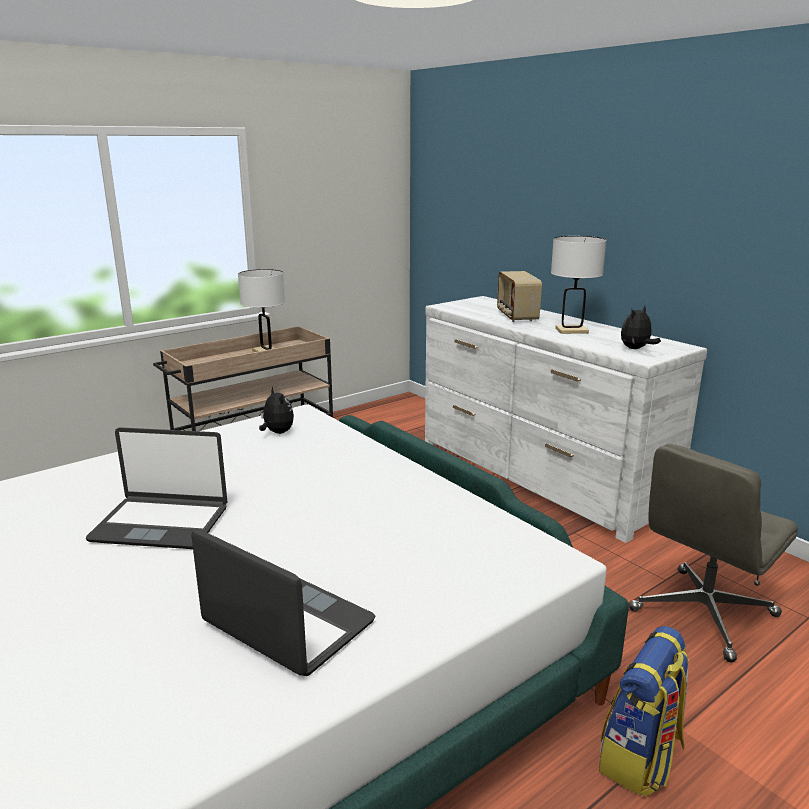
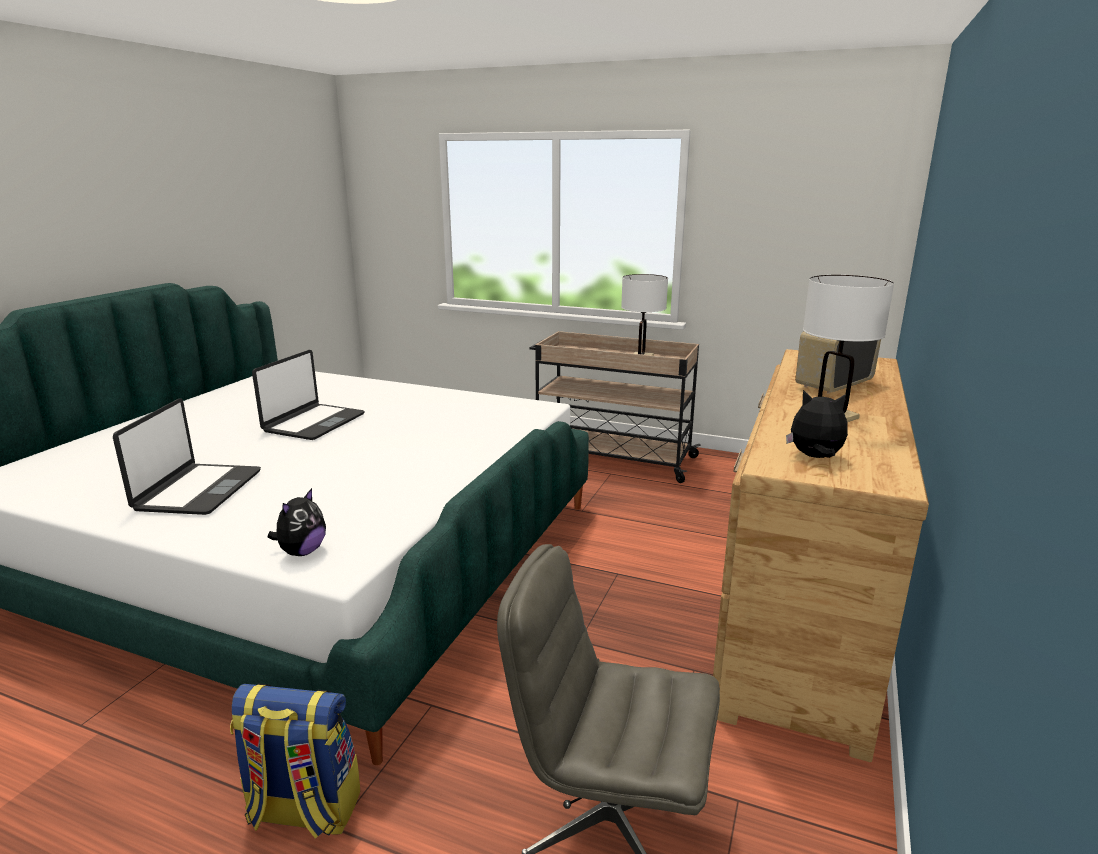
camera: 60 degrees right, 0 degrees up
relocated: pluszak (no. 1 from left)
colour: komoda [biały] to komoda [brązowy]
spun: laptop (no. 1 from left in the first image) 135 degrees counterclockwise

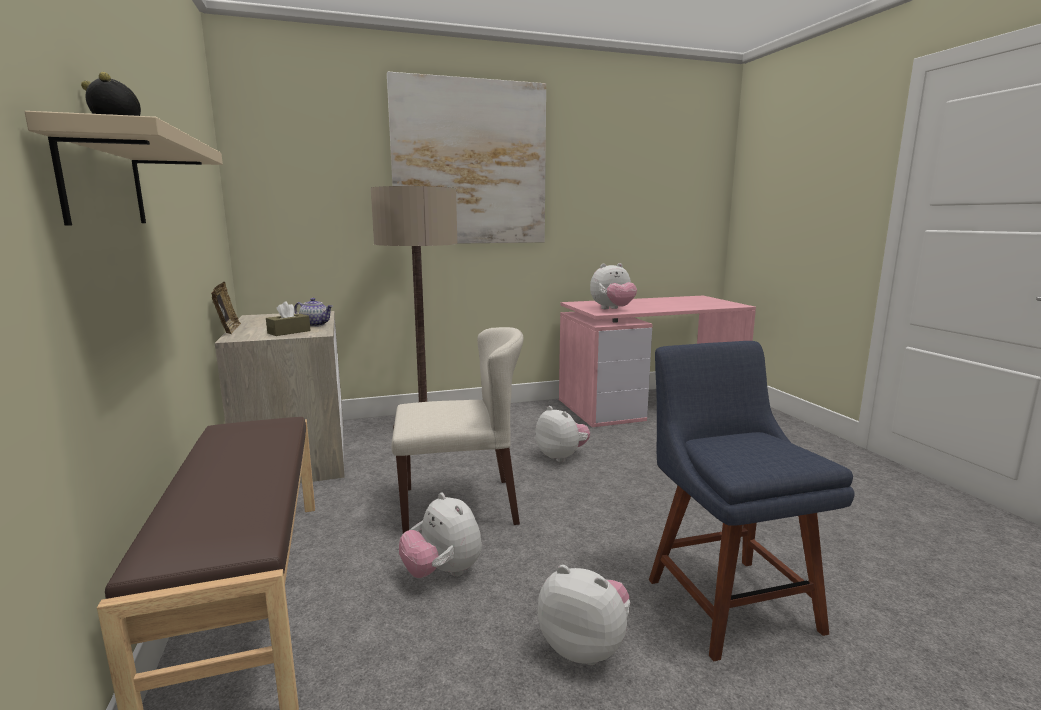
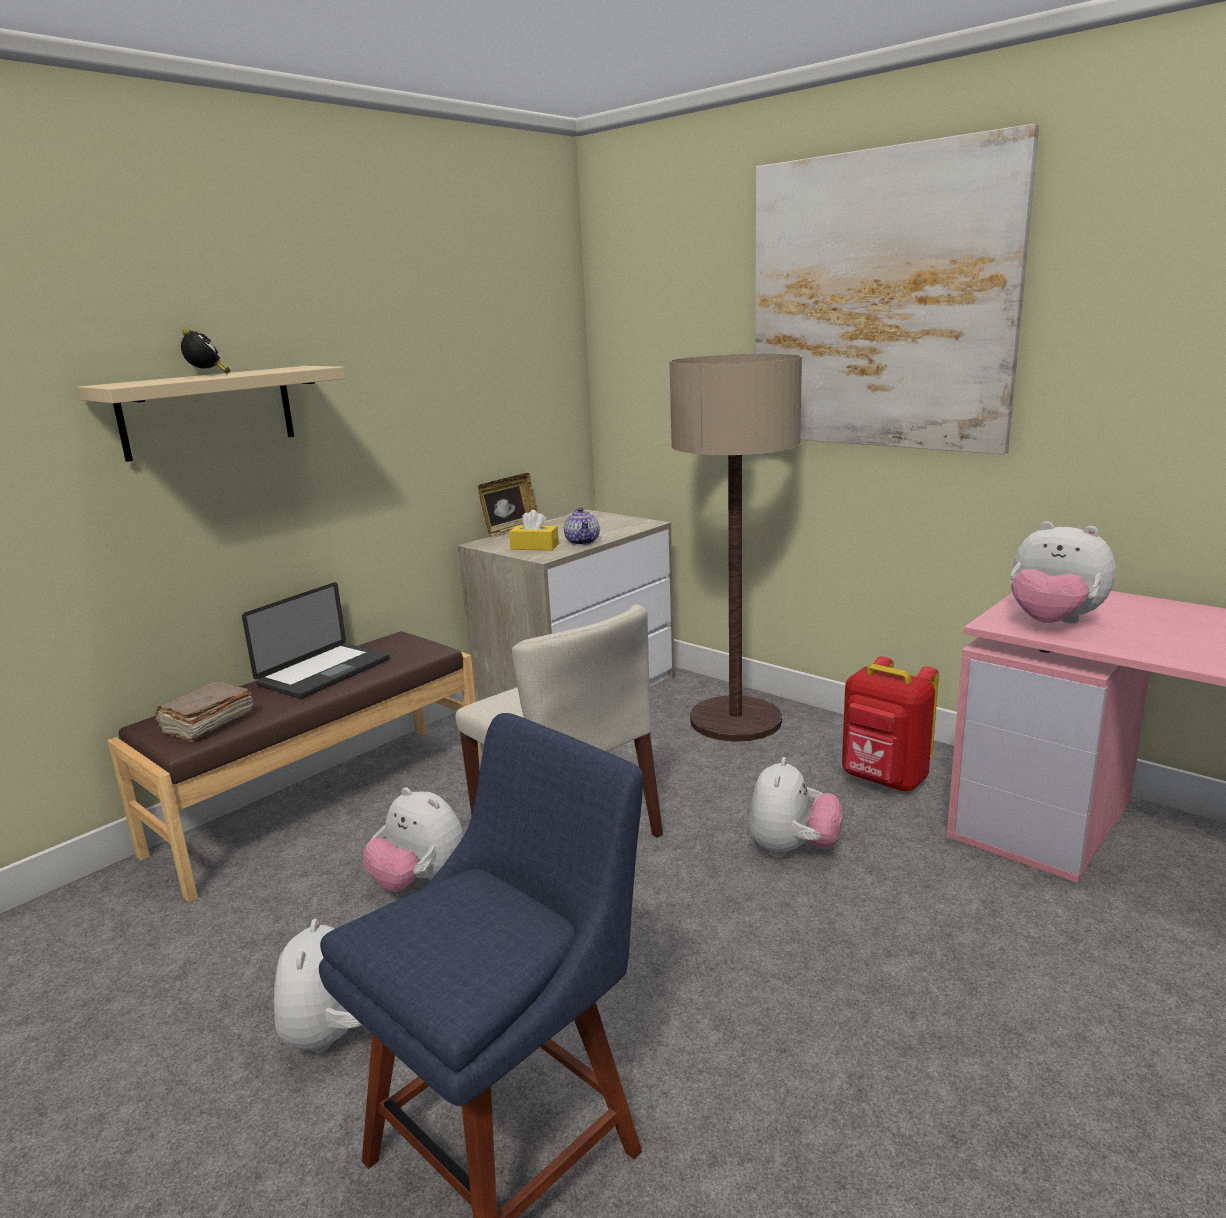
camera: 60 degrees right, 5 degrees up
appeared: książka [brązowy]; laptop; plecak [czerwony]
colour: pudełko chusteczek [brązowy] to pudełko chusteczek [żółty]
spun: pluszak (no. 1 from left in the first image) 75 degrees counterclockwise

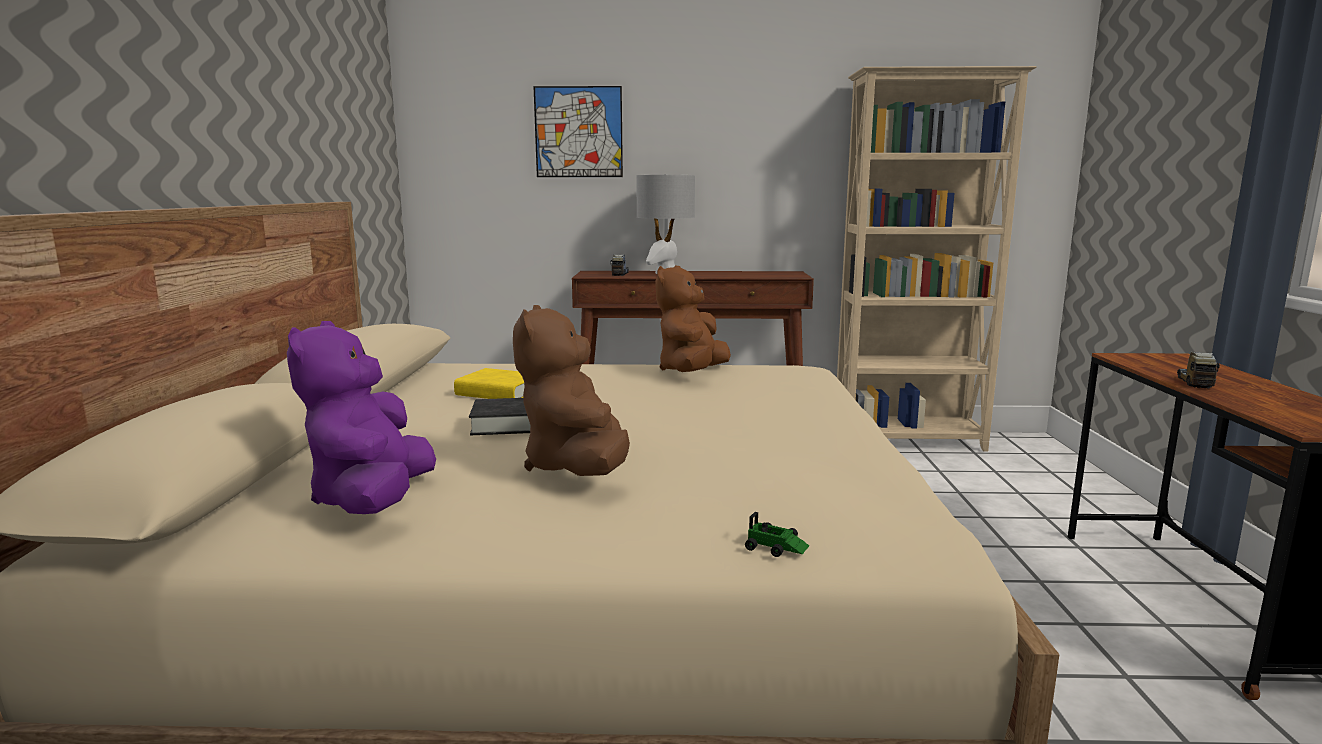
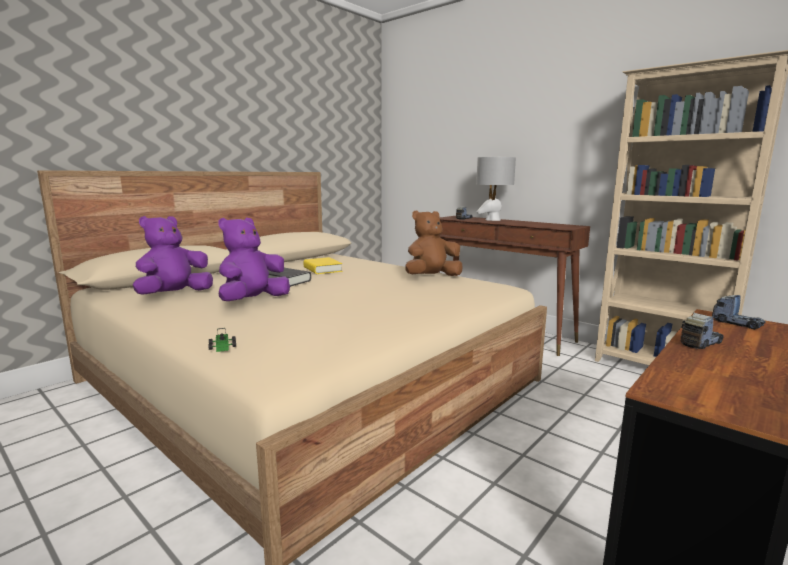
camera: 40 degrees right, 0 degrees up
missing: obraz
appeared: ciężarówka zabawkowa (no. 3 from left)
colour: pluszak [brązowy] (no. 1 from left) to pluszak [fioletowy] (no. 2 from left)

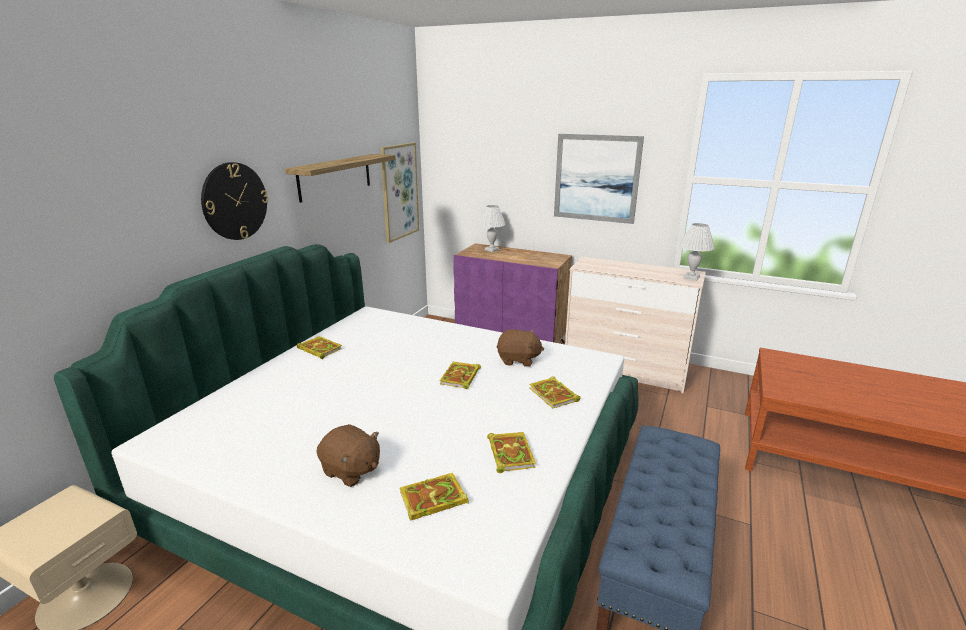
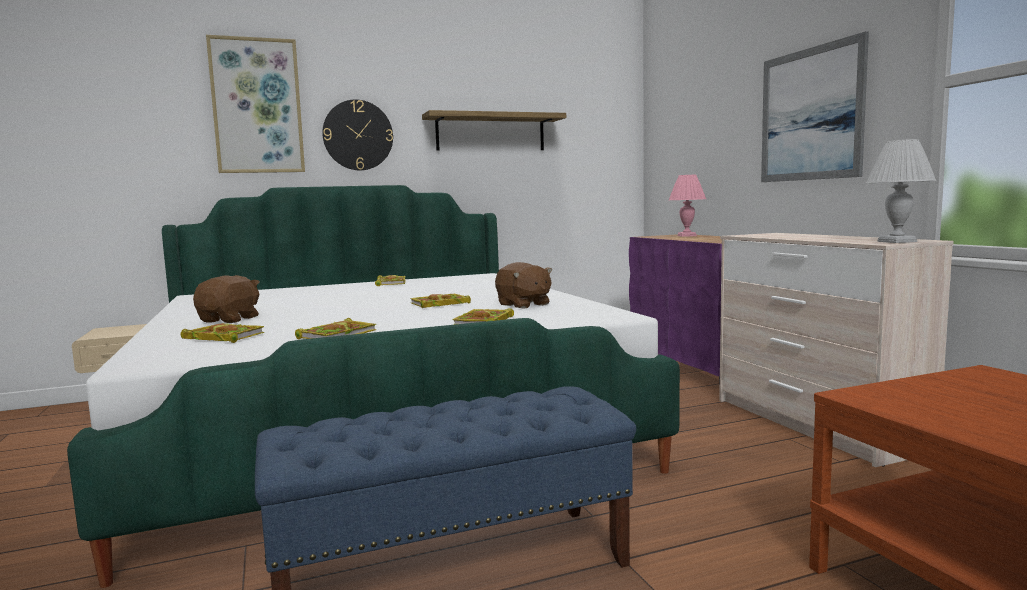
camera: 45 degrees right, 15 degrees down
relocated: obraz (no. 1 from left)
colour: lampa stołowa [biały] (no. 1 from left) to lampa stołowa [różowy]
spun: pluszak [brązowy] (no. 1 from left) 150 degrees counterclockwise

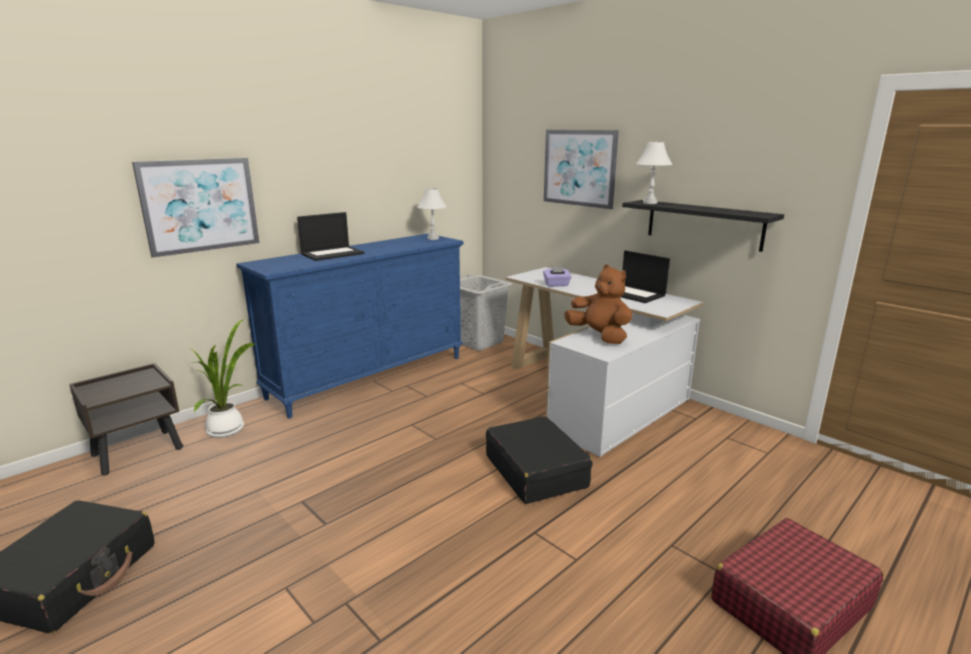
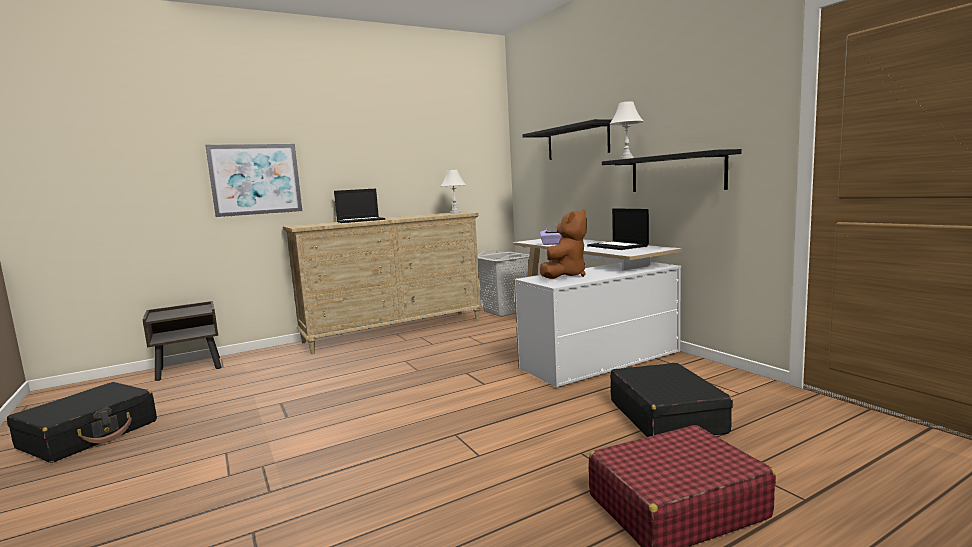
camera: 15 degrees right, 10 degrees down
missing: roślina doniczkowa
relocated: walizka [czarny] (no. 2 from left)
exchanged: obraz (no. 2 from left) to półka [czarny] (no. 1 from left)
colour: komoda [niebieski] to komoda [beżowy]
spun: pluszak [brązowy] 60 degrees clockwise

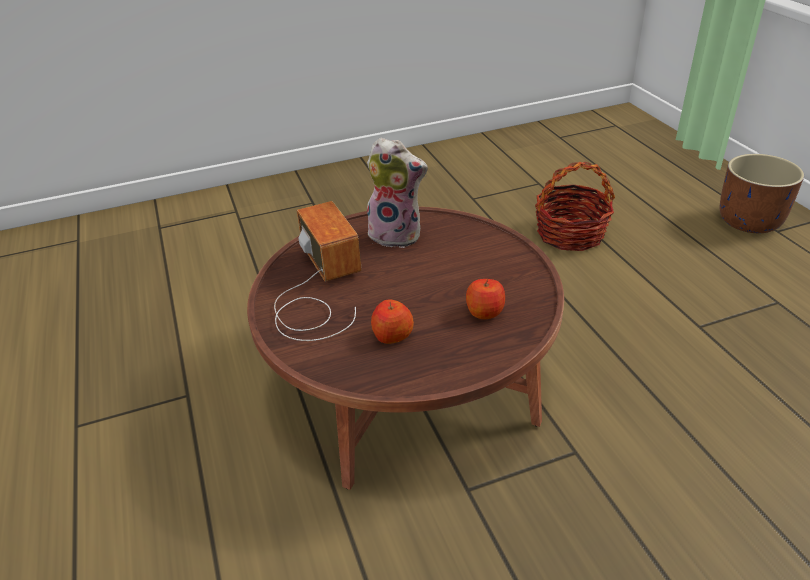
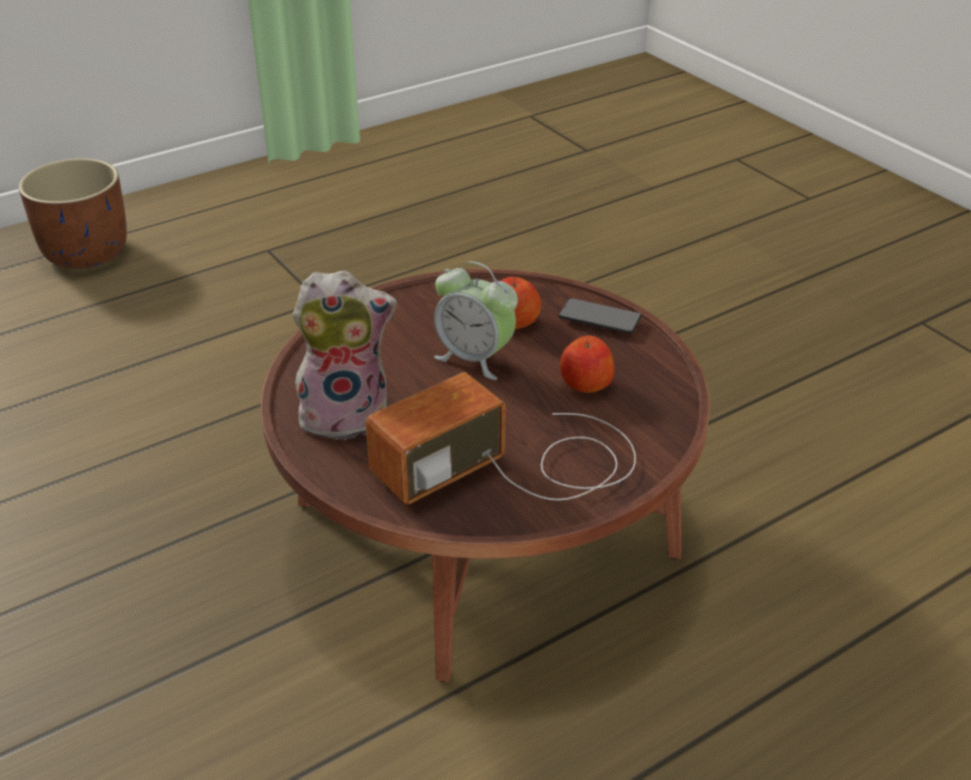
camera: 105 degrees left, 0 degrees up
missing: koszyk
appeared: budzik; telefon
spun: pluszak 75 degrees clockwise

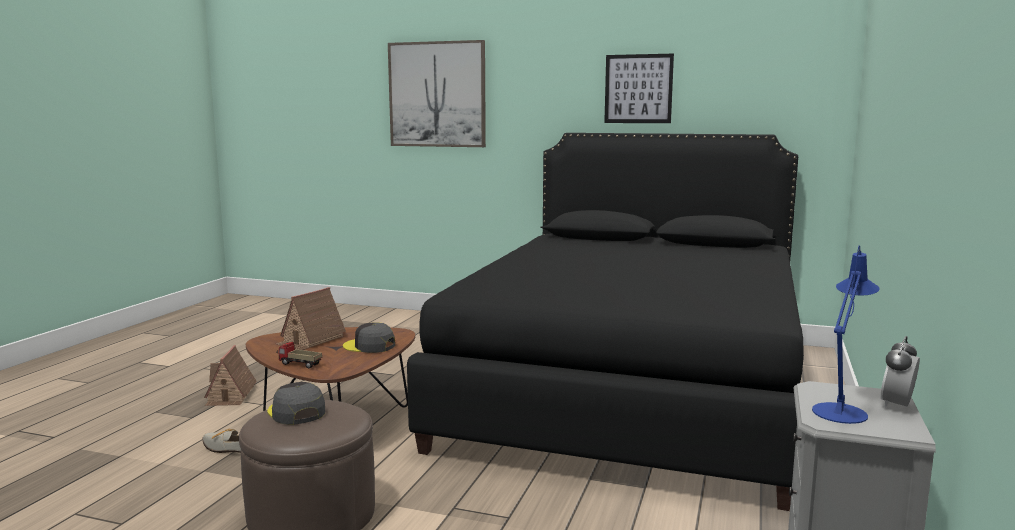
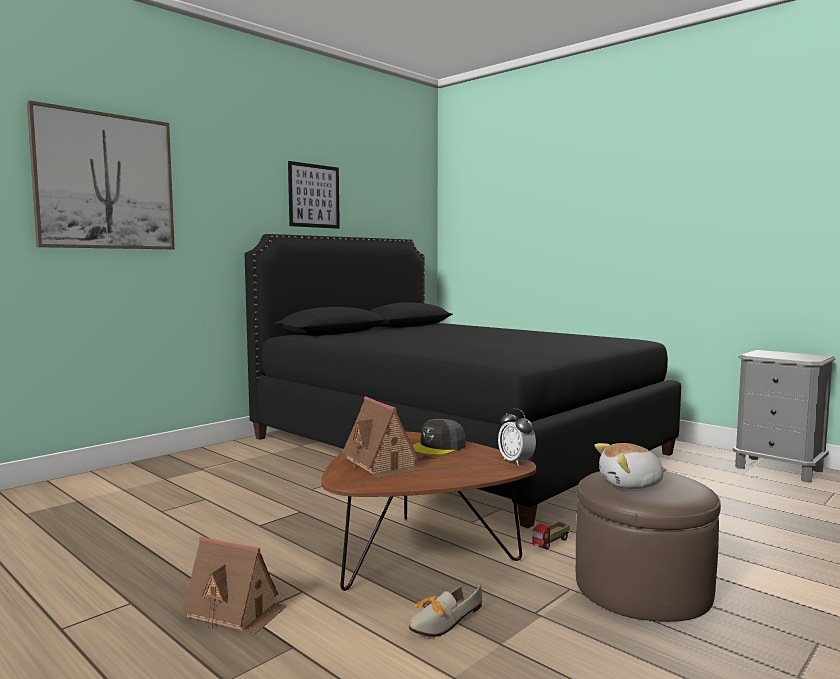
camera: 65 degrees left, 5 degrees down
missing: lampa stołowa [niebieski]
relocated: budzik; ciężarówka zabawkowa
exchanged: czapka z daszkiem [szary] (no. 1 from left) to pluszak

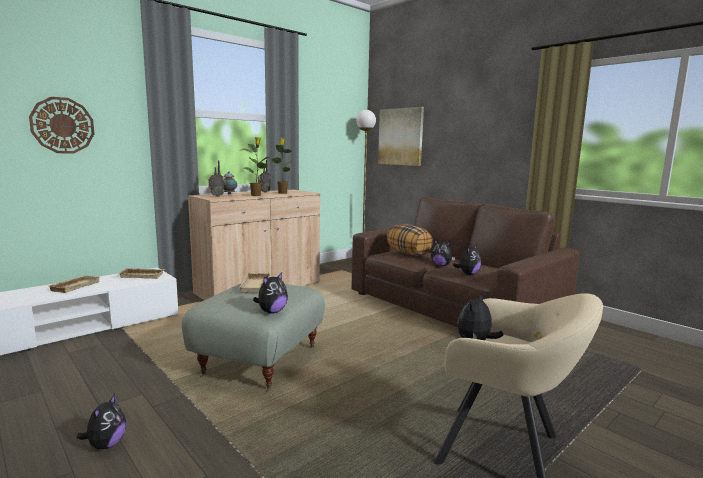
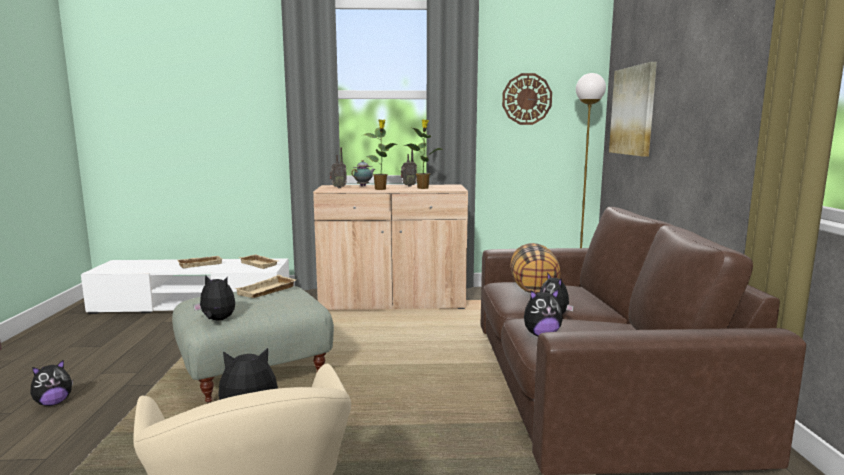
camera: 40 degrees right, 0 degrees up
relocated: zegar ścienny
spun: pluszak (no. 2 from left) 150 degrees counterclockwise

